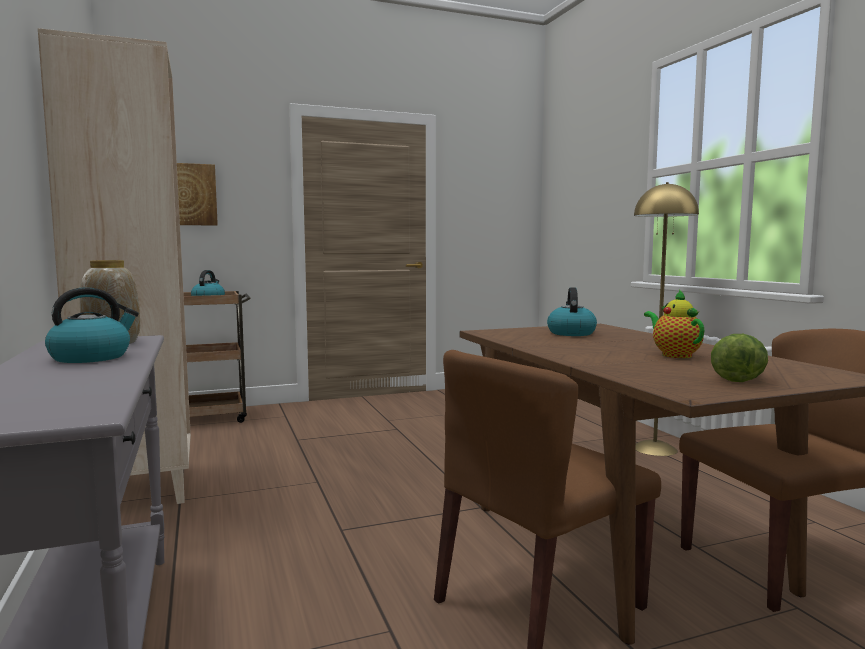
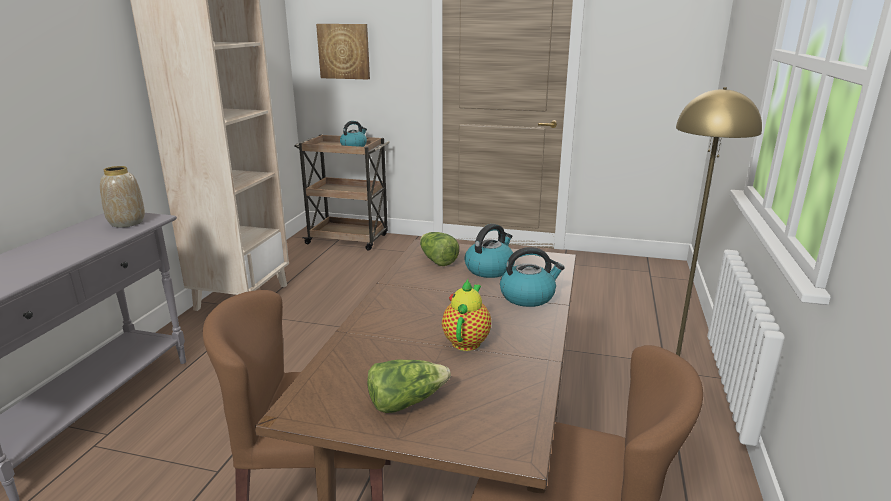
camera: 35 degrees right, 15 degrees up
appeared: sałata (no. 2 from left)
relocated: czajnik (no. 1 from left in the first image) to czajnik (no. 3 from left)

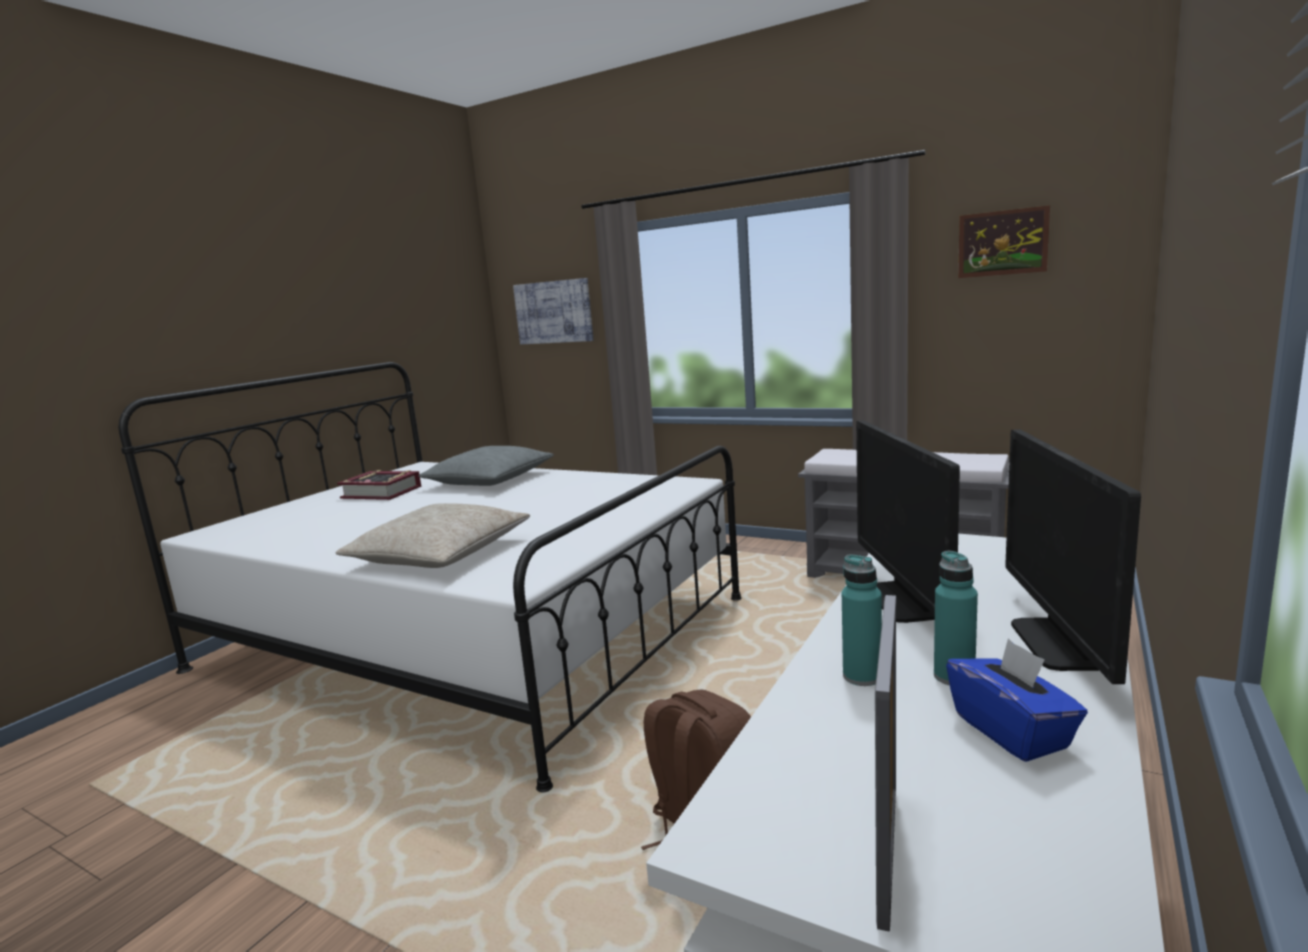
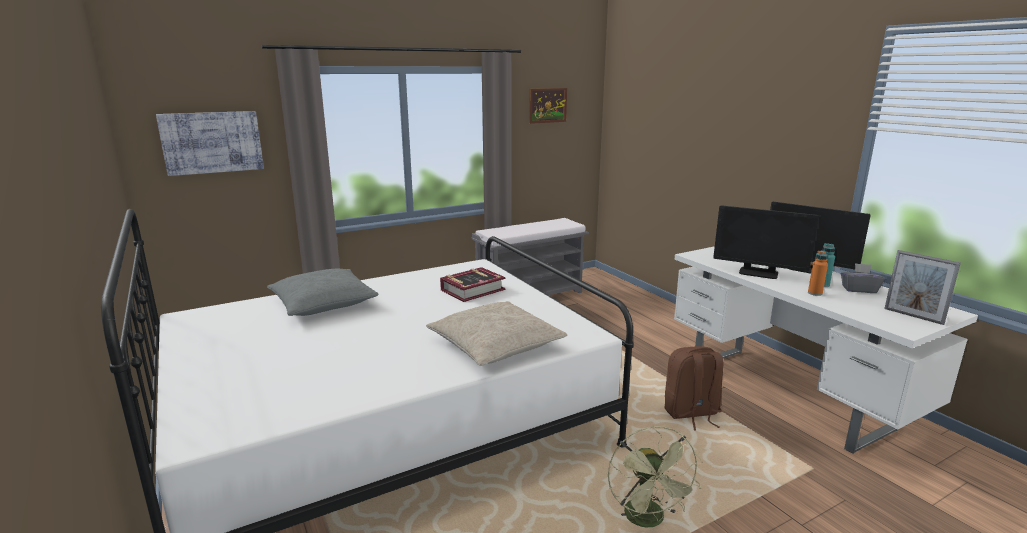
camera: 60 degrees left, 5 degrees up
appeared: wentylator [zielony]
relocated: książka
colour: butelka [turkusowy] (no. 1 from left) to butelka [pomarańczowy]; pudełko chusteczek [niebieski] to pudełko chusteczek [szary]

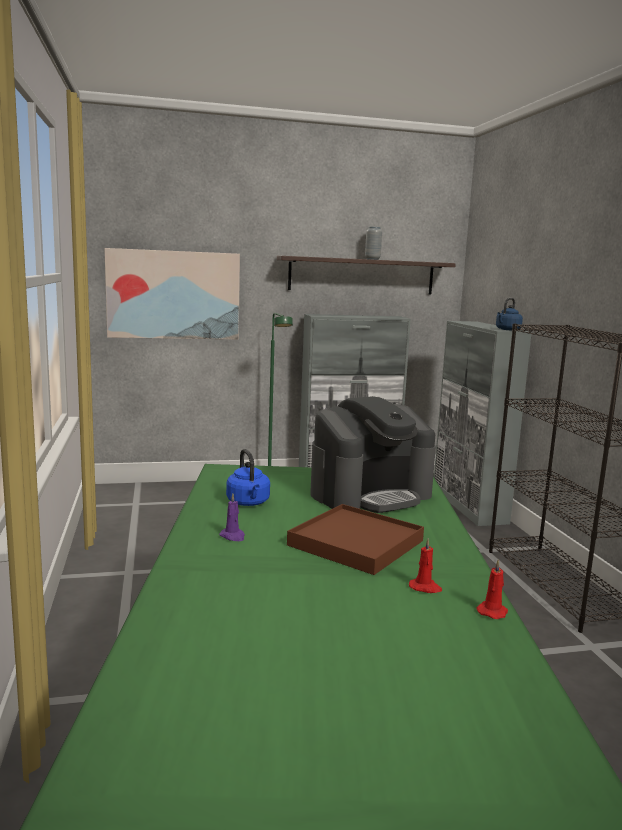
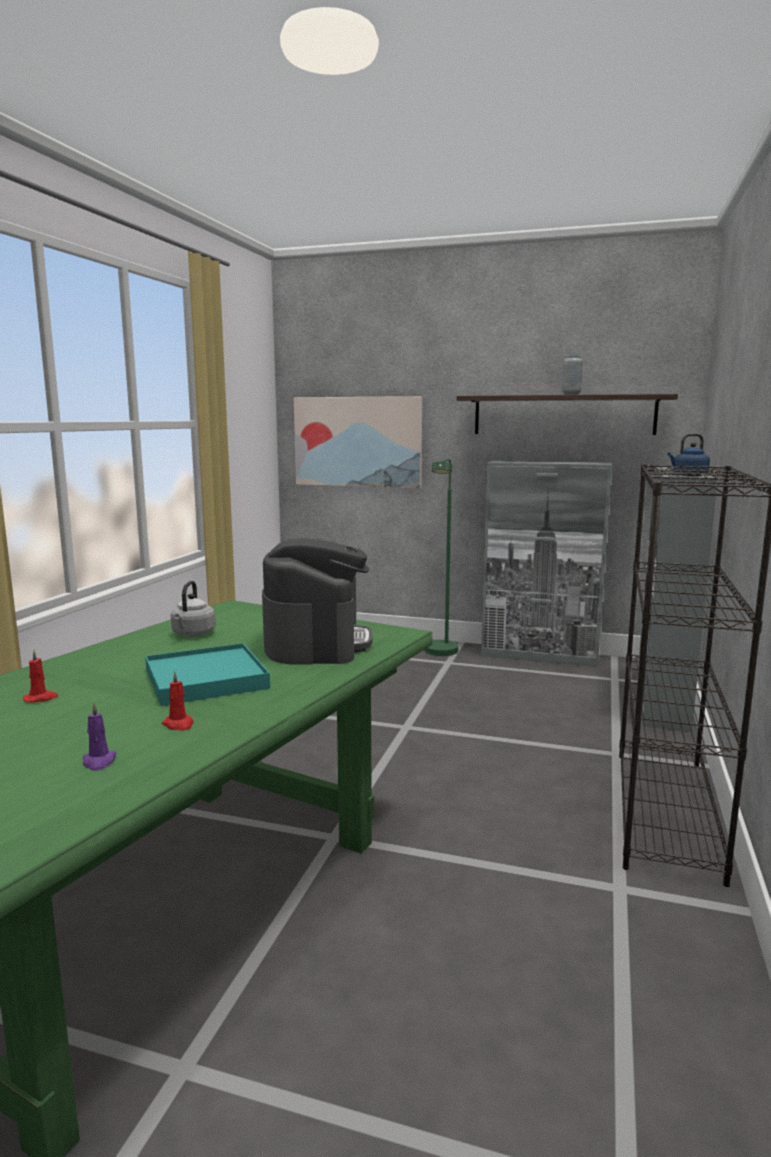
camera: 30 degrees right, 0 degrees up
relocated: świeca [czerwony] (no. 2 from left in the first image) to świeca [czerwony] (no. 1 from left); świeca [fioletowy]
colour: taca [brązowy] to taca [turkusowy]; czajnik [niebieski] (no. 1 from left) to czajnik [szary]
spun: ekspres do kawy 90 degrees counterclockwise

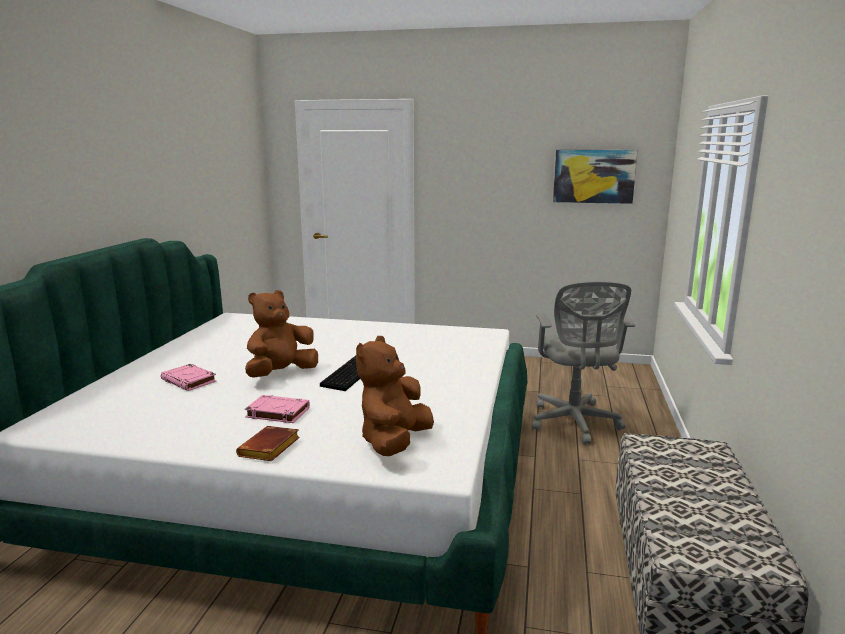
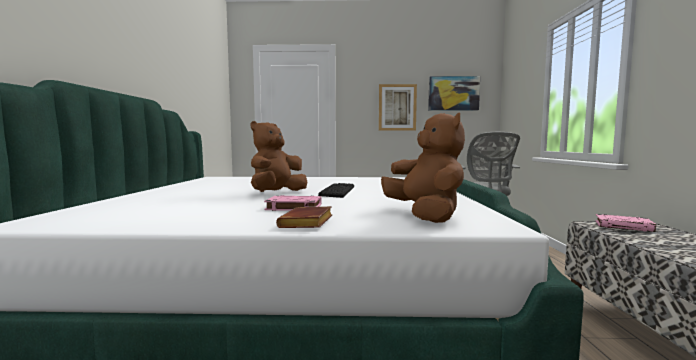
camera: 10 degrees left, 10 degrees down
appeared: obraz (no. 1 from left)
relocated: książka [różowy] (no. 1 from left in the first image) to książka [różowy] (no. 2 from left)
spun: pluszak [brązowy] (no. 2 from left) 150 degrees clockwise

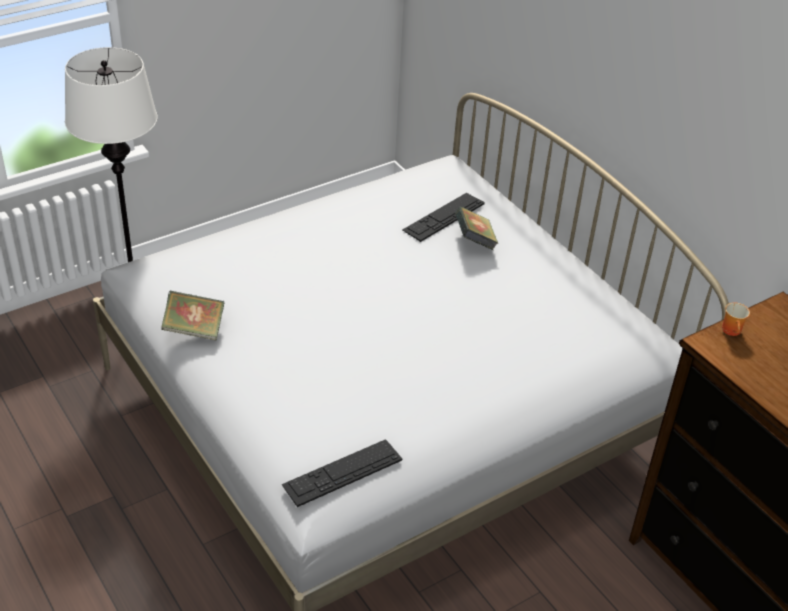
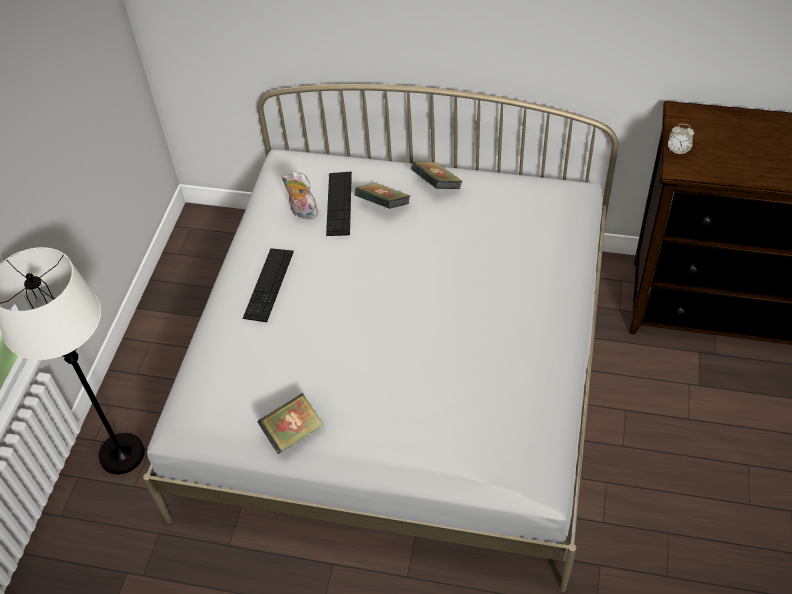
camera: 40 degrees left, 10 degrees up
appeared: pluszak; książka (no. 3 from left)
relocated: klawiatura (no. 1 from left)
exchanged: kubek to budzik

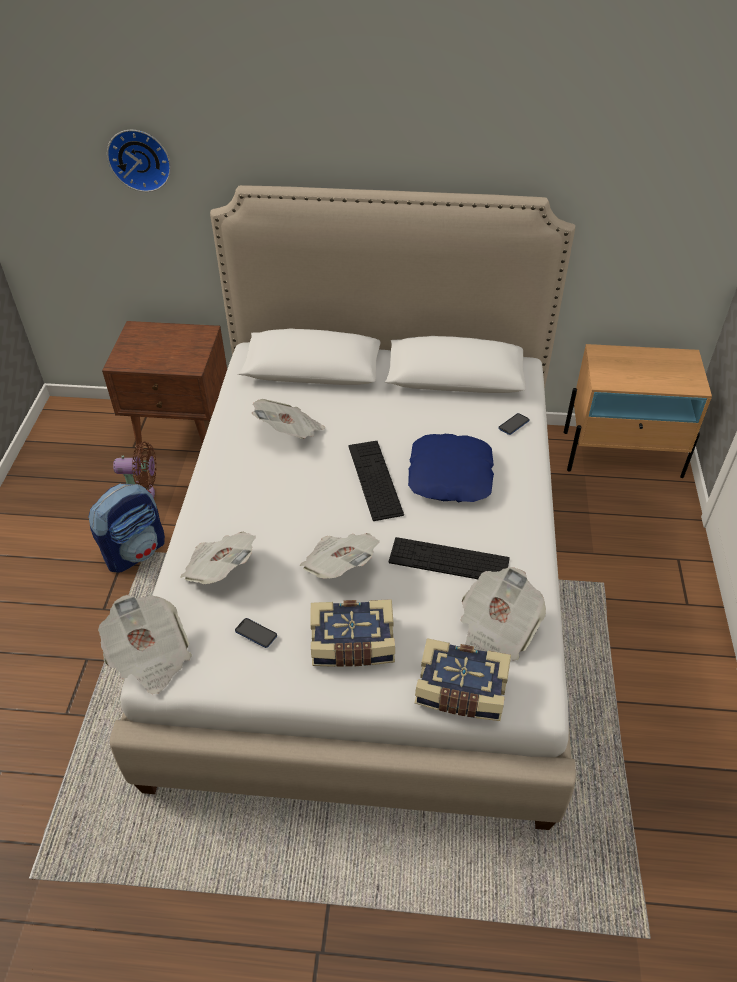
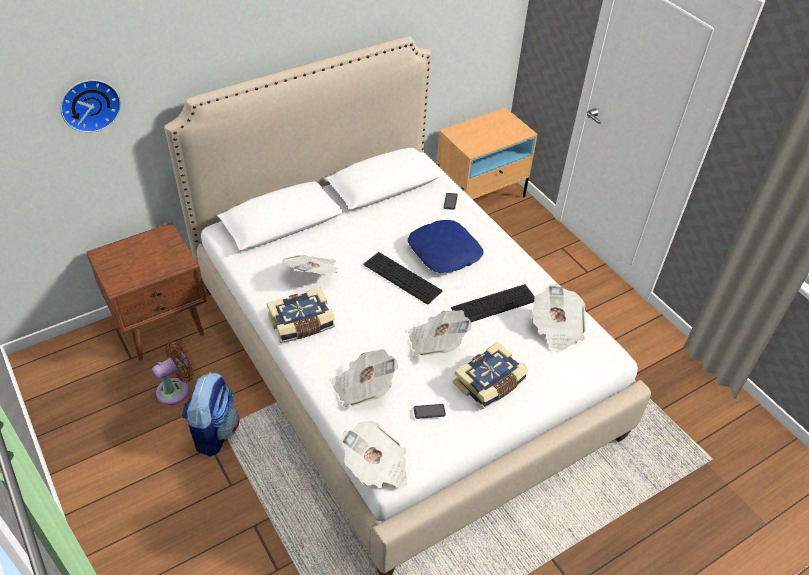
camera: 40 degrees left, 0 degrees up
relocated: książka (no. 2 from left in the first image) to książka (no. 1 from left)

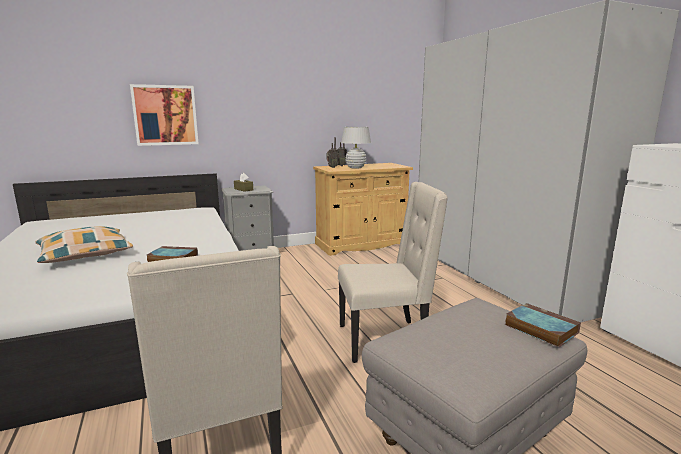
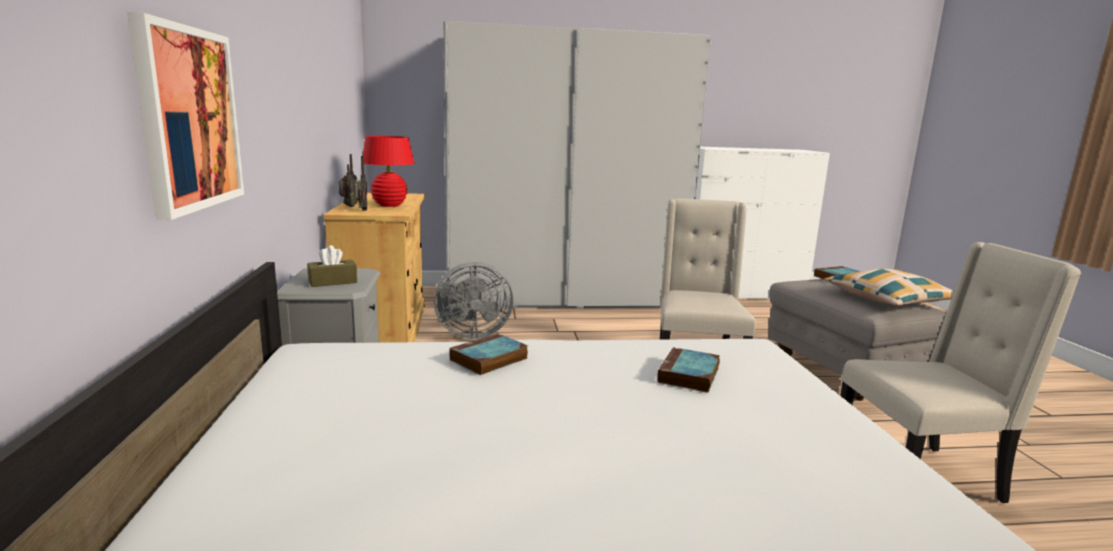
camera: 75 degrees left, 0 degrees up
appeared: wentylator [szary]; książka (no. 1 from left)
relocated: poduszka
colour: lampa stołowa [biały] to lampa stołowa [czerwony]

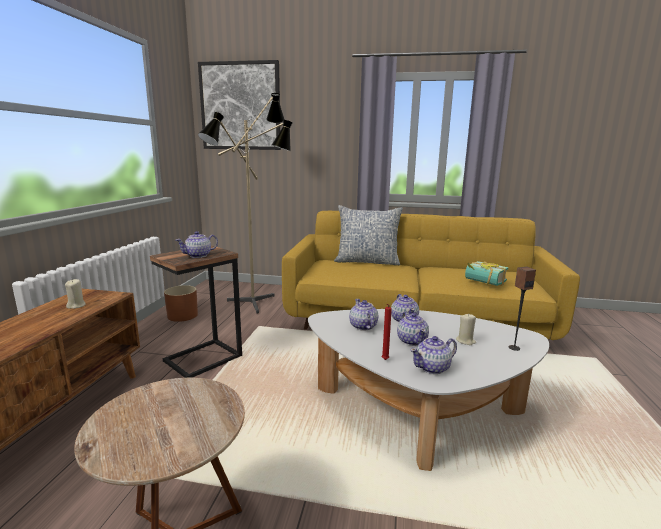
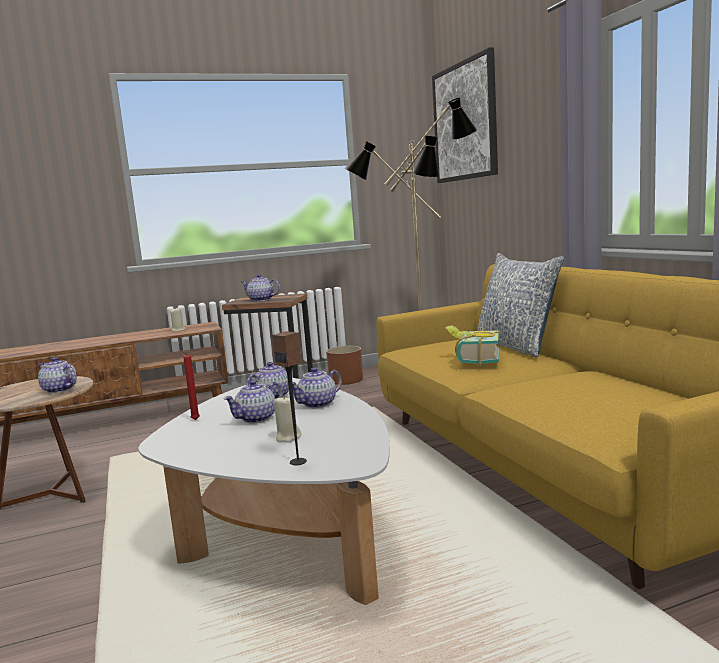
camera: 60 degrees right, 5 degrees down
relocated: imbryk (no. 5 from left in the first image) to imbryk (no. 1 from left); książka

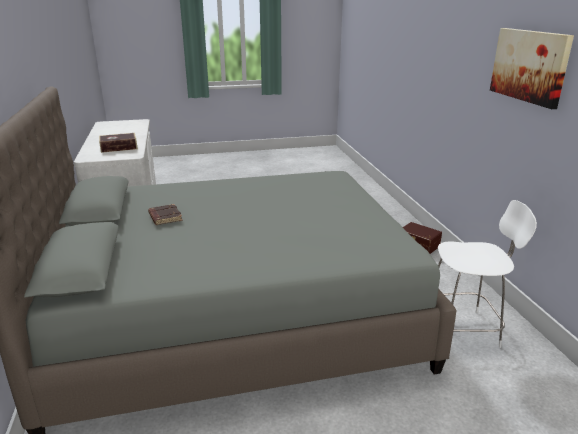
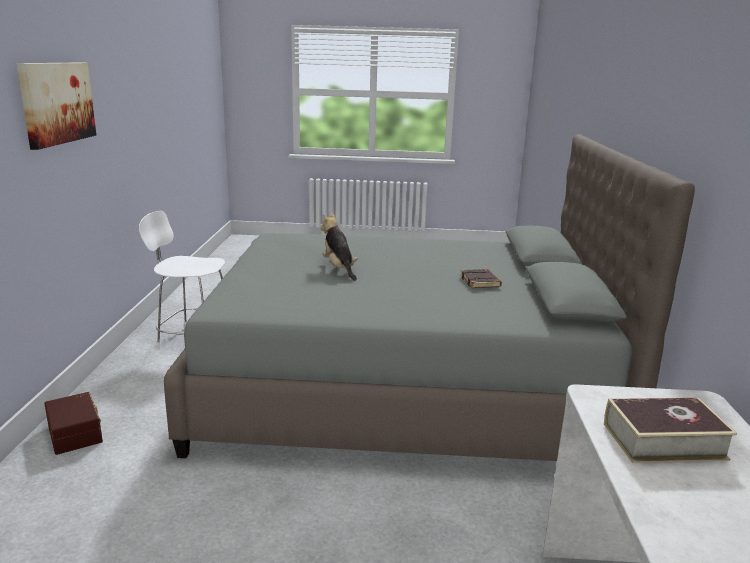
camera: 165 degrees left, 5 degrees down
appeared: pluszak

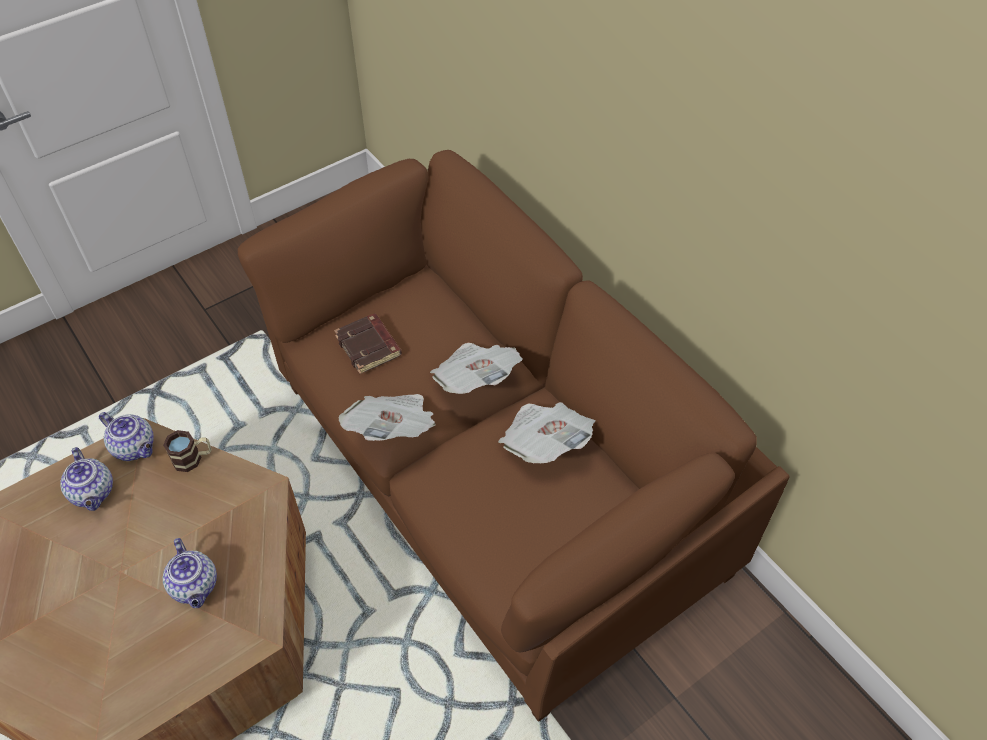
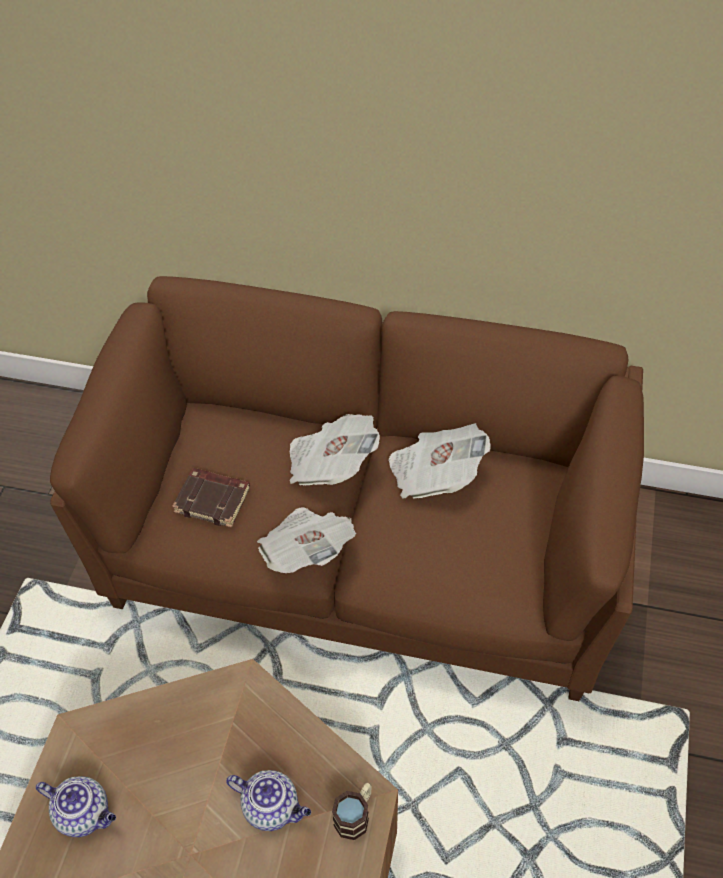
camera: 40 degrees left, 0 degrees up
missing: imbryk (no. 2 from left)
relocated: kubek

